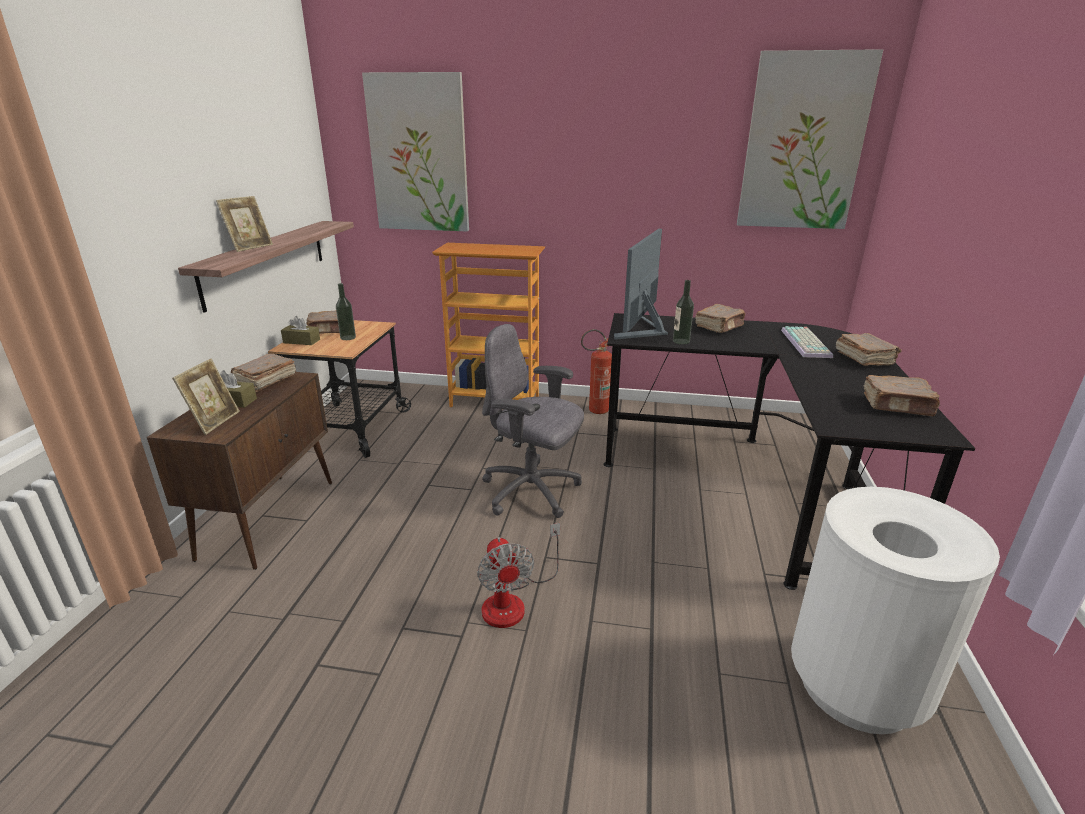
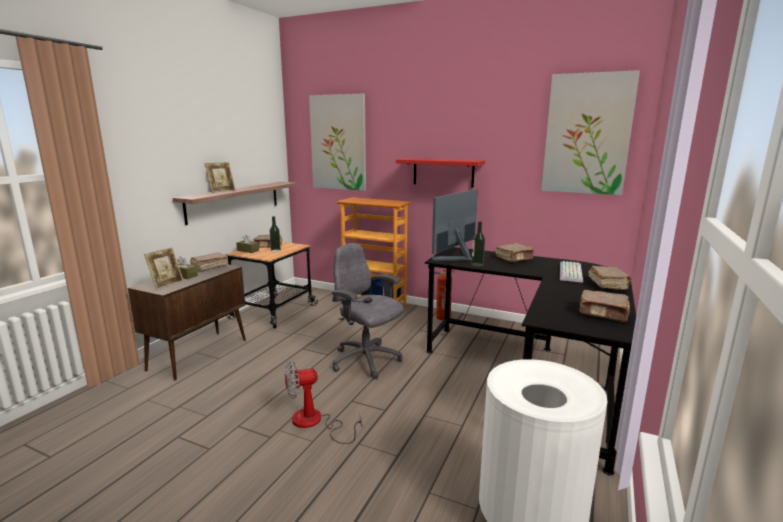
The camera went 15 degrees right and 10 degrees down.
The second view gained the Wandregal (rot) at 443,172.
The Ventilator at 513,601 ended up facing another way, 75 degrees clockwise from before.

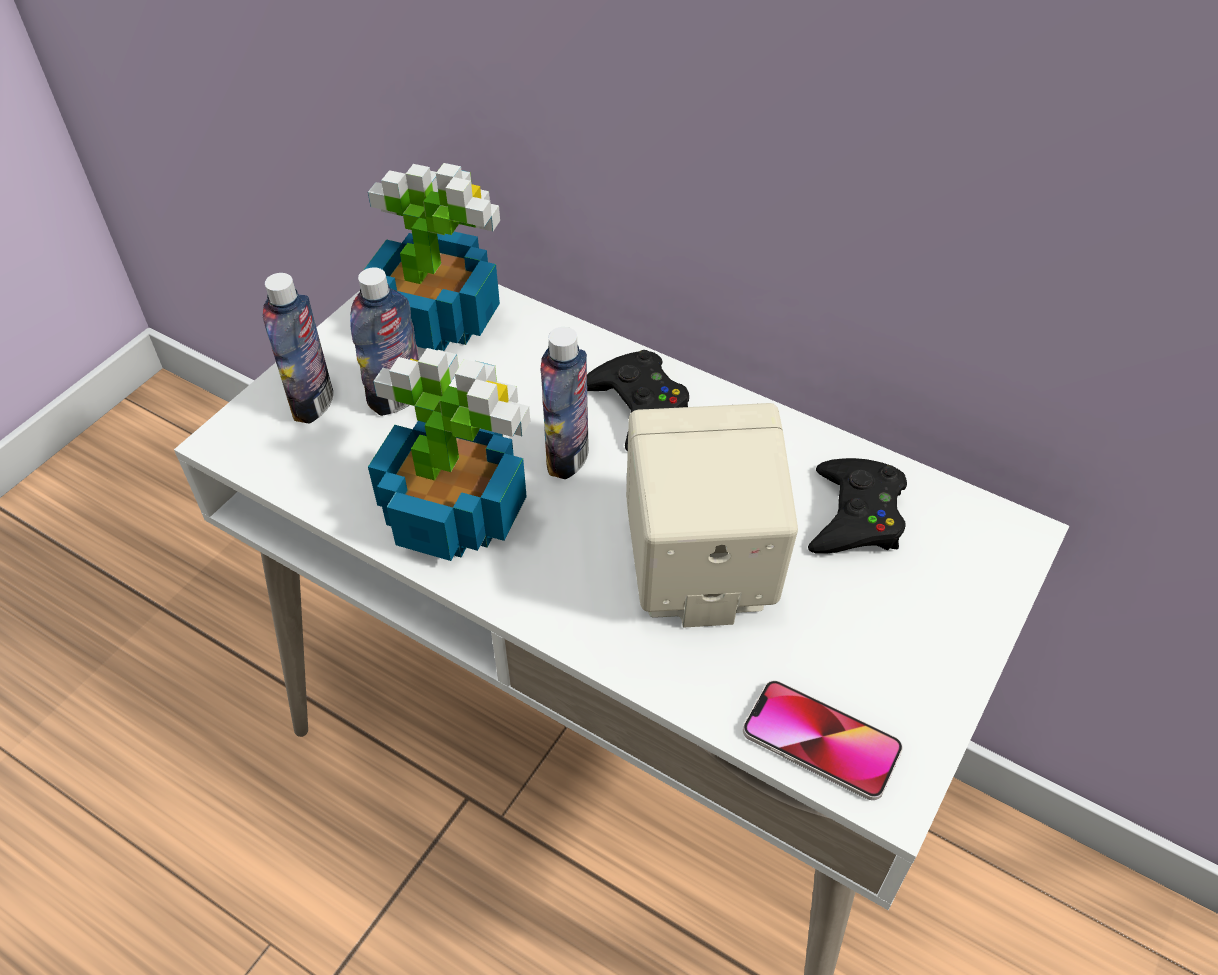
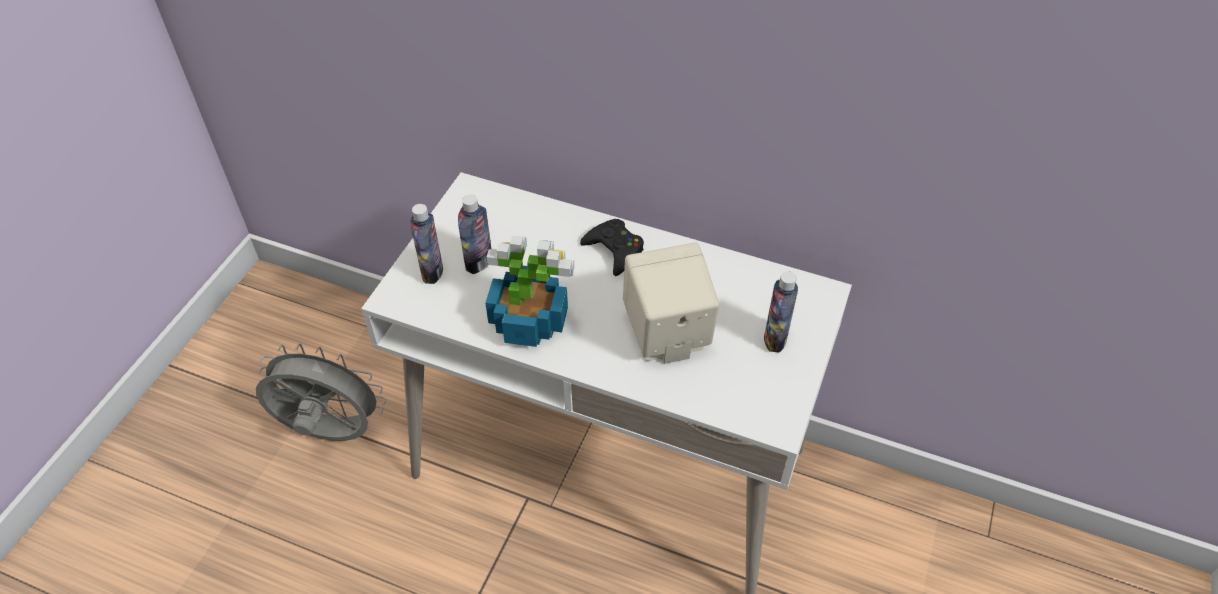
The camera went 10 degrees left and 0 degrees up.
The second view lost the Topfpflanze at 436,317.
The second view lost the Handy at 821,741.
The second view lost the Gamepad (schwarz) at 855,516.
The second view gained the Ventilator (grau) at 329,433.
The Flasche ended up elsewhere, having gone from 567,457 to 775,339.

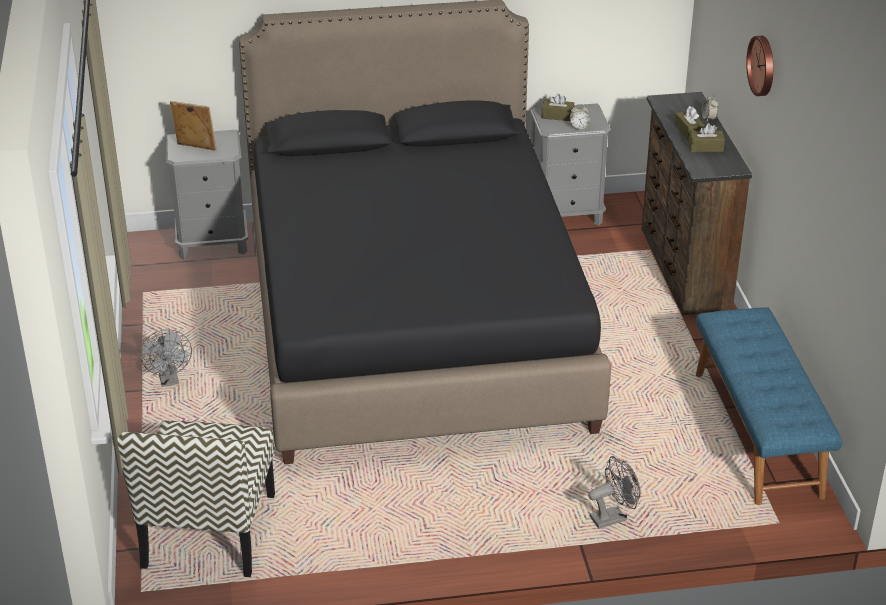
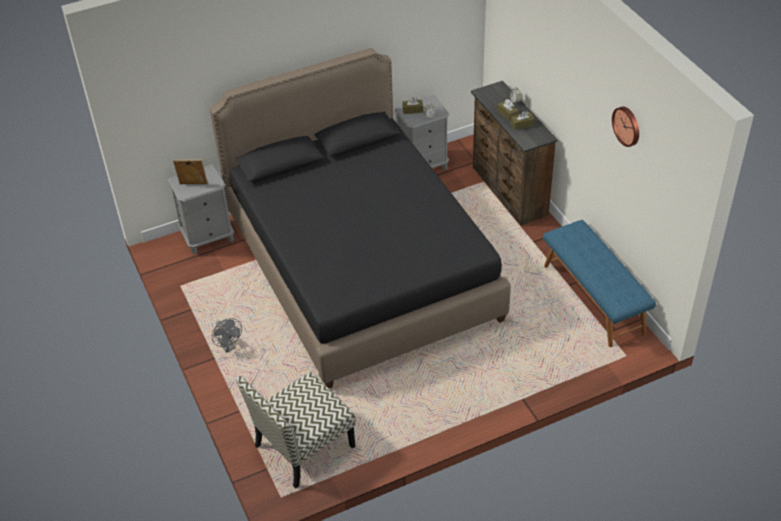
The camera went 15 degrees left and 10 degrees up.
The second view lost the Ventilator (grau) at 613,517.
The Wanduhr ended up elsewhere, having gone from 763,65 to 627,126.
The Stuhl at 209,533 ended up facing another way, 60 degrees clockwise from before.

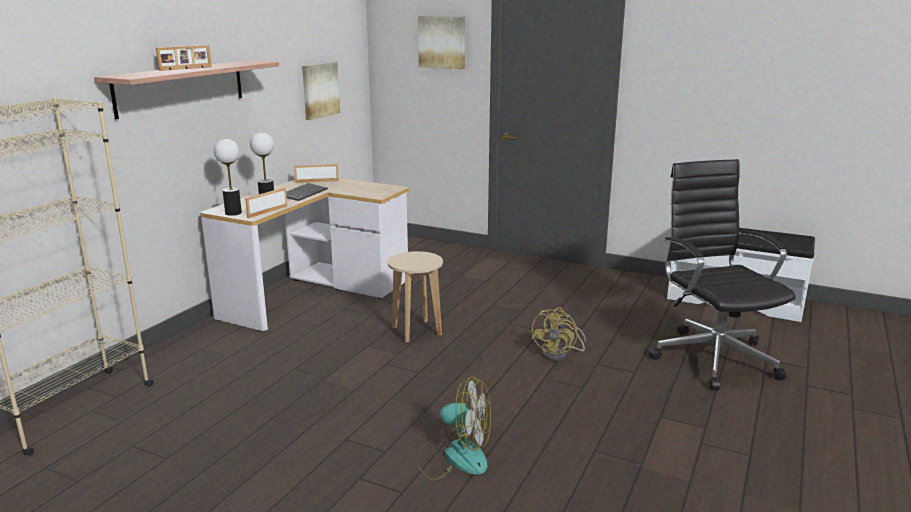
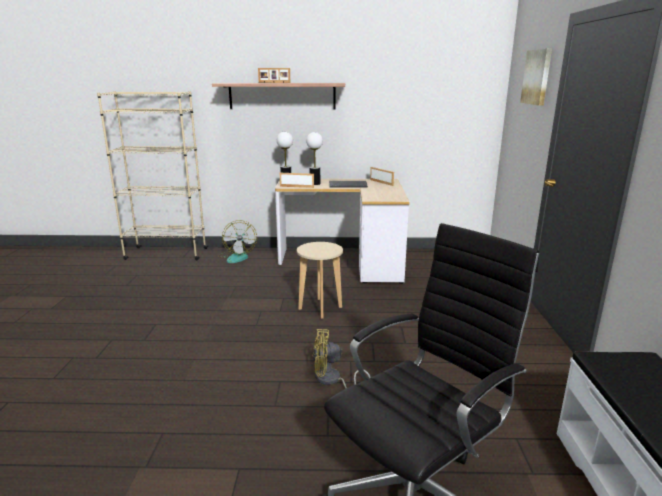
The camera went 65 degrees right and 0 degrees up.
The second view lost the Bild at 320,90.
The Ventilator ended up elsewhere, having gone from 454,456 to 237,256.

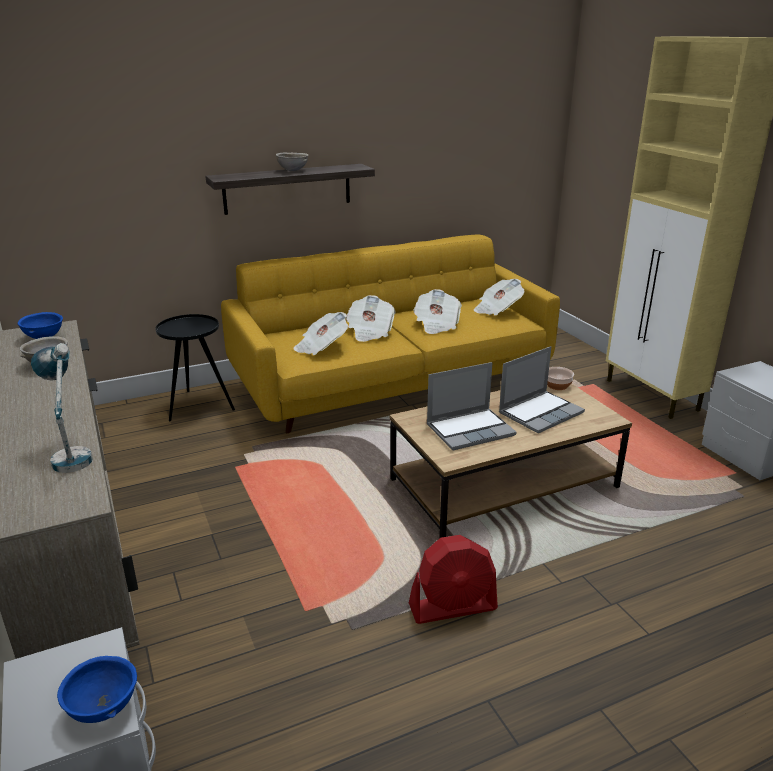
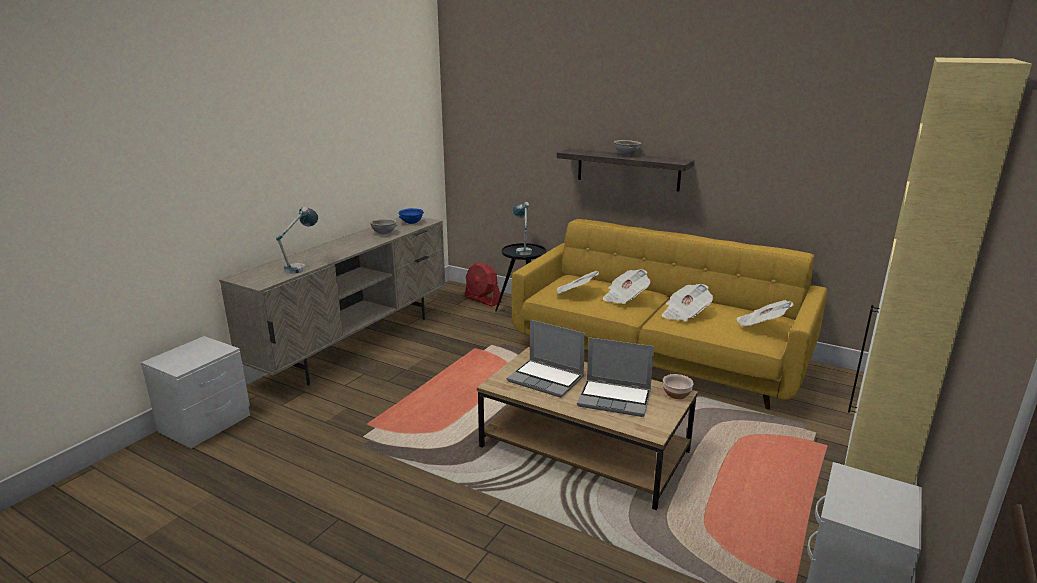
The camera went 55 degrees right and 5 degrees down.
The second view lost the Schüssel (blau) at 104,707.
The second view gained the Tischlampe at 522,250.
The Ventilator (rot) ended up elsewhere, having gone from 453,607 to 483,300.

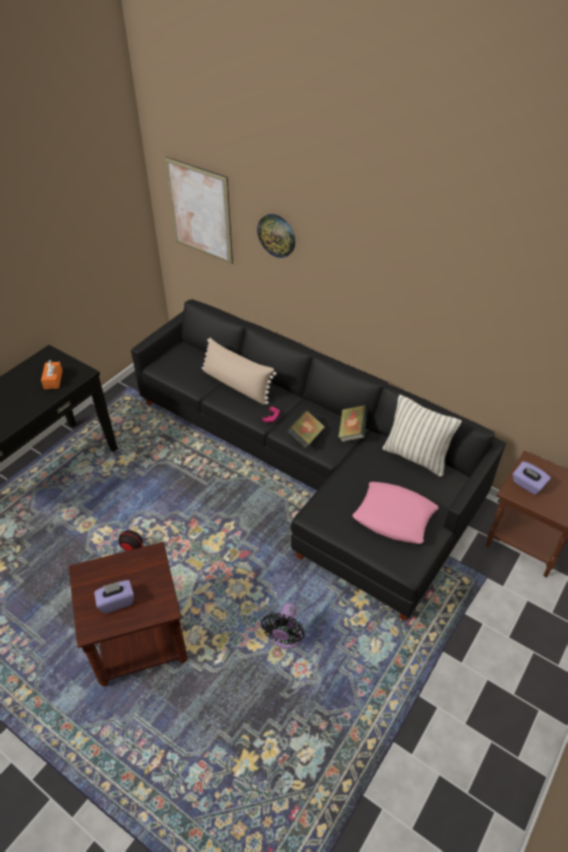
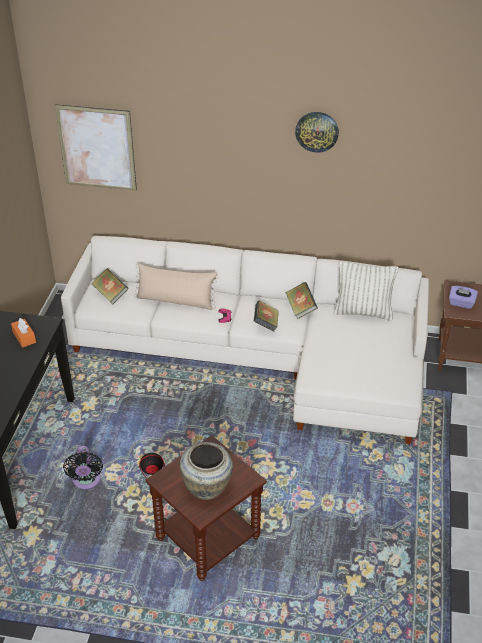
The camera went 25 degrees left and 5 degrees down.
The second view lost the Kissen (rosa) at 394,516.
The second view gained the Buch at 110,294.
The Wanduhr ended up elsewhere, having gone from 277,235 to 317,131.
The Ventilator (schwarz) ended up elsewhere, having gone from 285,638 to 86,481.
Where the Taschentuchbox (lila) stood at 116,601, the Vase (beige) came to stand at 207,489.
What was the Sofa (schwarz) at 312,466 turned into the Sofa (weiß) at 264,356.

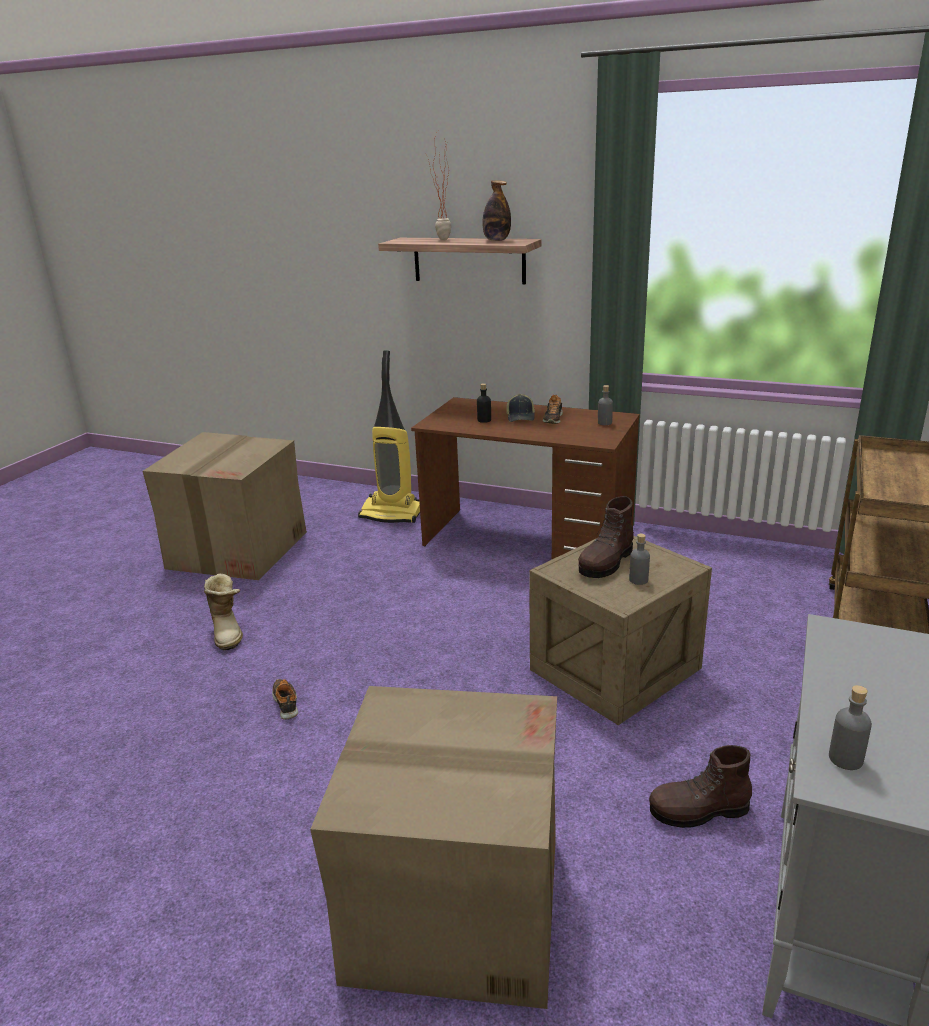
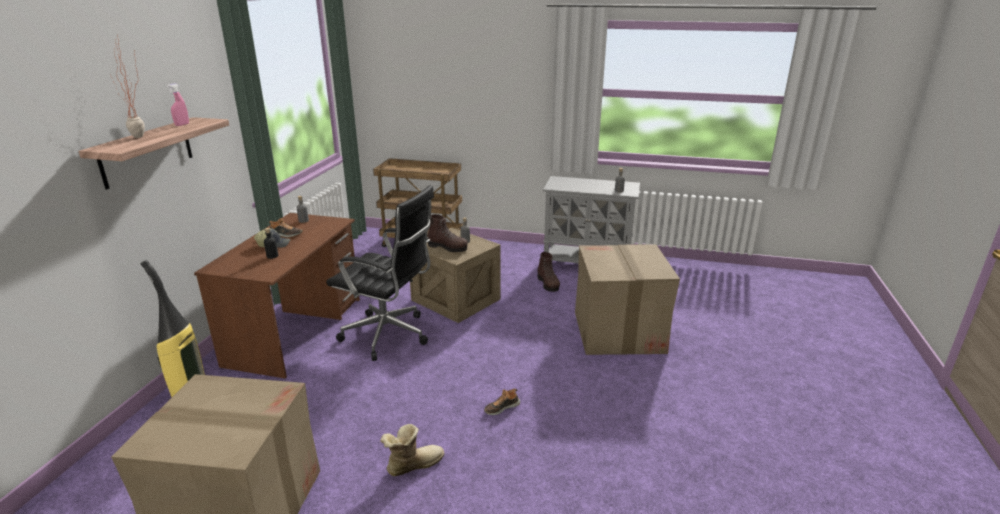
The camera went 100 degrees left and 0 degrees up.
The second view gained the Bürostuhl (schwarz) at 390,336.
Where the Flasche stood at 496,240, the Sprühflasche (rosa) came to stand at 182,125.

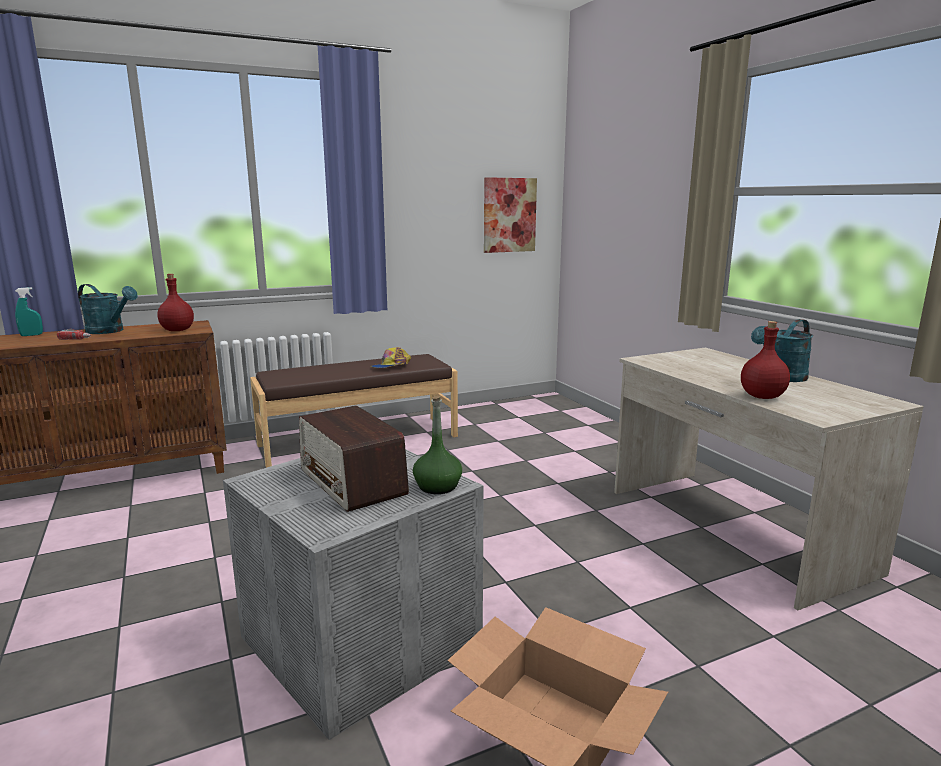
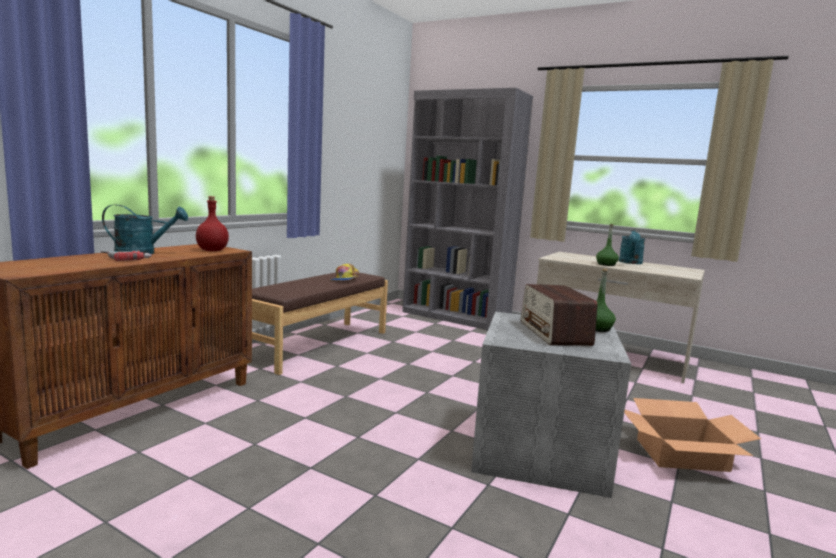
The camera went 35 degrees left and 5 degrees down.
The second view lost the Sprühflasche (türkis) at 31,335.
The second view lost the Bild at 509,215.
The second view lost the Flasche (rot) at 762,397.
The second view gained the Bücherregal (grau) at 455,317.
The second view gained the Flasche (grün) at 606,264.
The Radio at 352,482 ended up facing another way, 60 degrees clockwise from before.

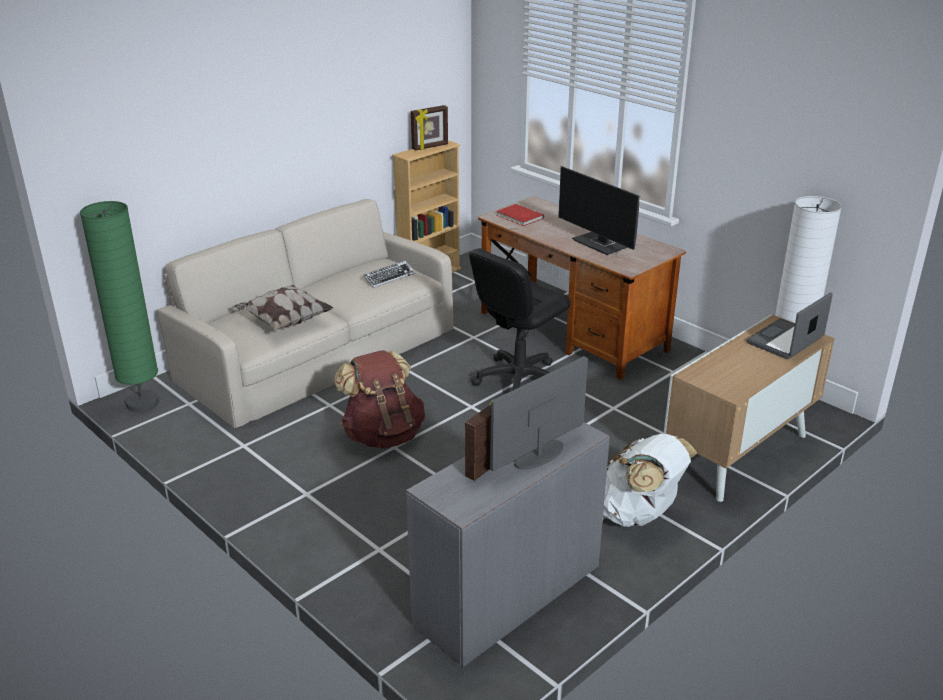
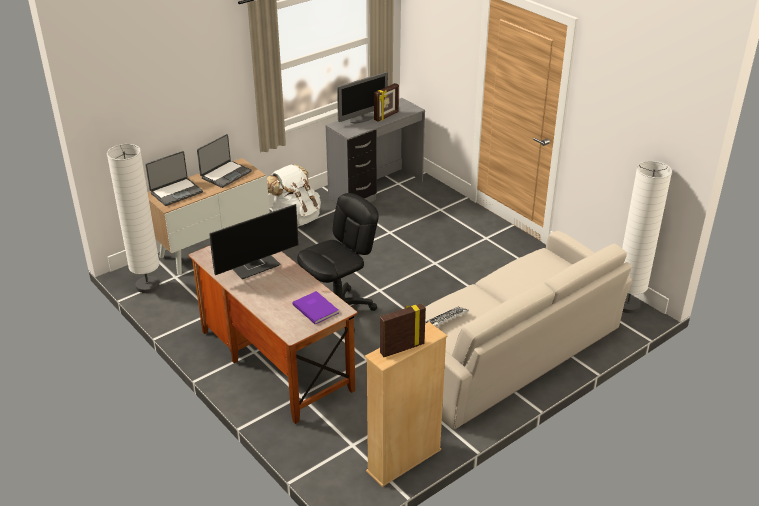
The camera went 175 degrees left and 5 degrees up.
The second view lost the Kissen at 285,321.
The second view lost the Rucksack (braun) at 383,435.
The second view gained the Laptop at 225,174.
What was the Stehlampe (grün) at 142,403 turned into the Stehlampe (weiß) at 627,306.
What was the Buch (rot) at 519,217 turned into the Buch (lila) at 316,308.
The Monitor at 601,244 ended up facing another way, 90 degrees clockwise from before.

